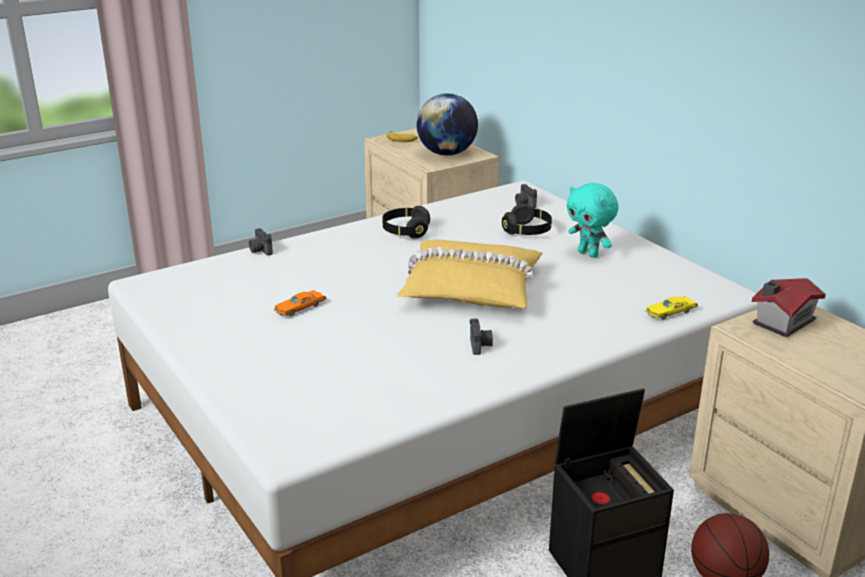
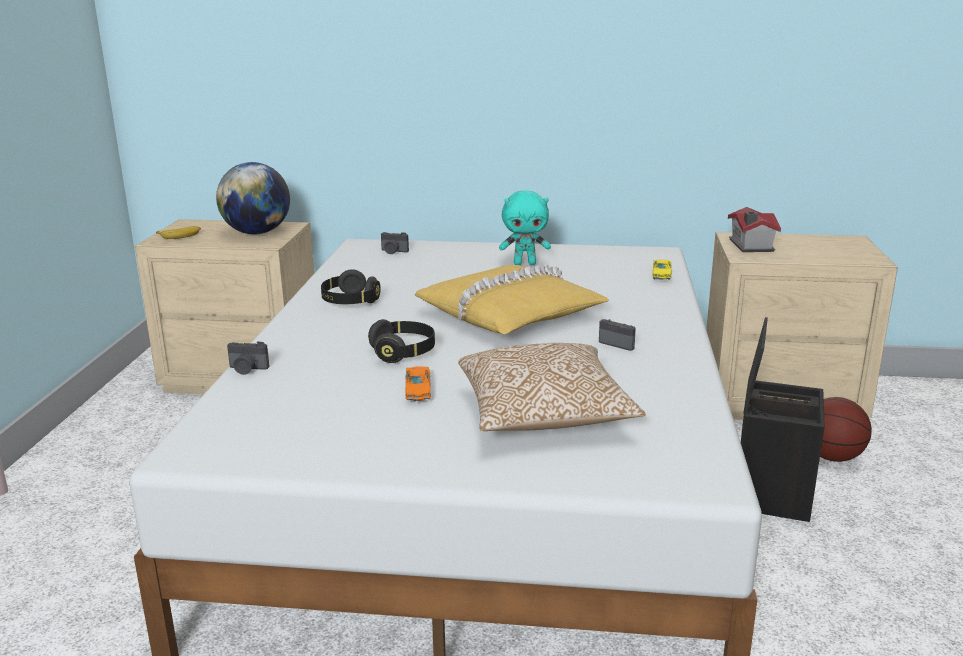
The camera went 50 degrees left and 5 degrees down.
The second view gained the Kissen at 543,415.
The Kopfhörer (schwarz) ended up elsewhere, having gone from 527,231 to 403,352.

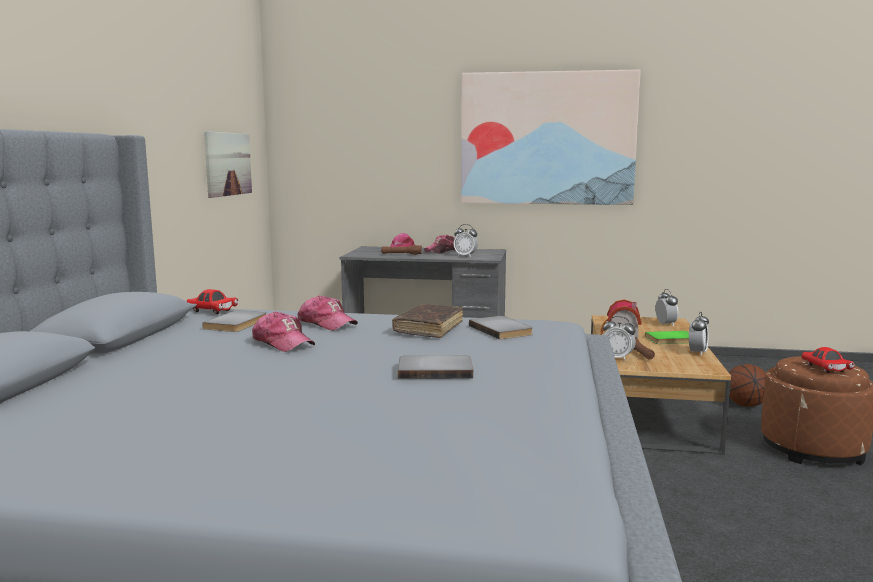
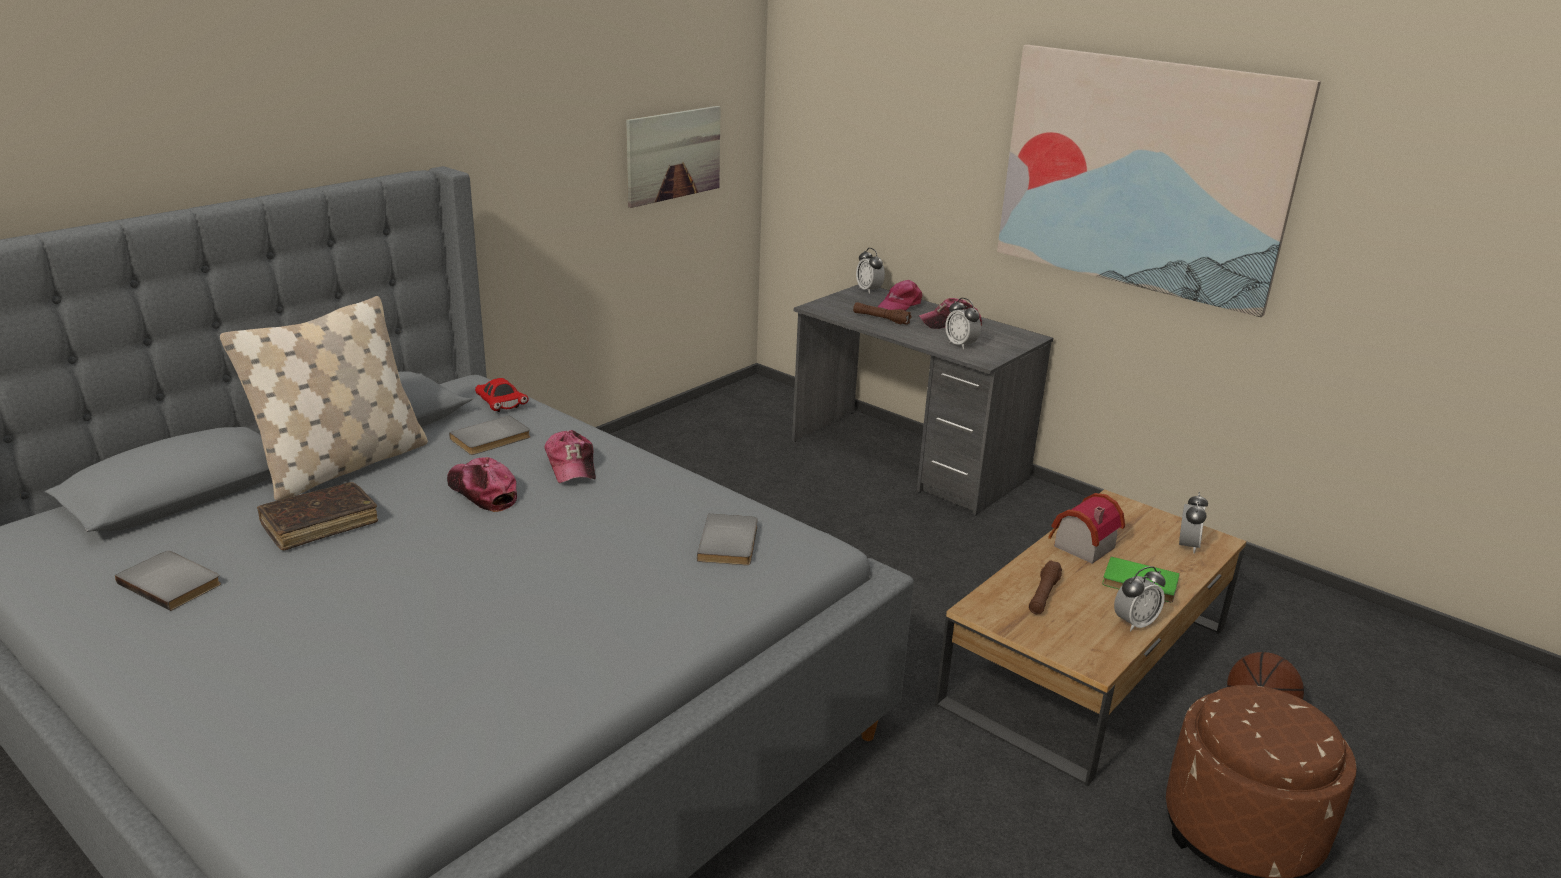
The camera went 30 degrees right and 15 degrees up.
The second view lost the Spielzeugauto (rot) at 825,368.
The second view gained the Kissen (beige) at 343,465.
The Buch (braun) ended up elsewhere, having gone from 429,328 to 320,524.
The Buch (grau) ended up elsewhere, having gone from 435,370 to 173,582.
The Wecker ended up elsewhere, having gone from 617,358 to 869,290.
The Kappe at 282,343 ended up facing another way, 150 degrees clockwise from before.

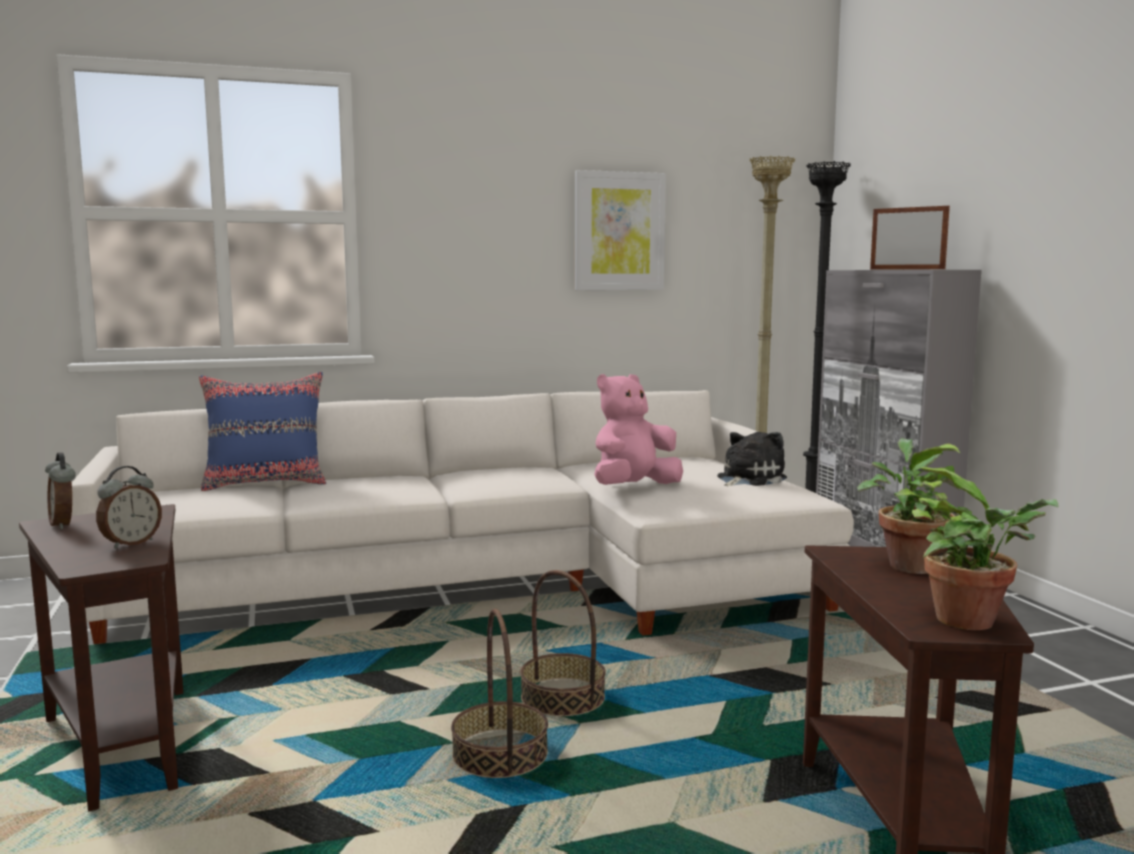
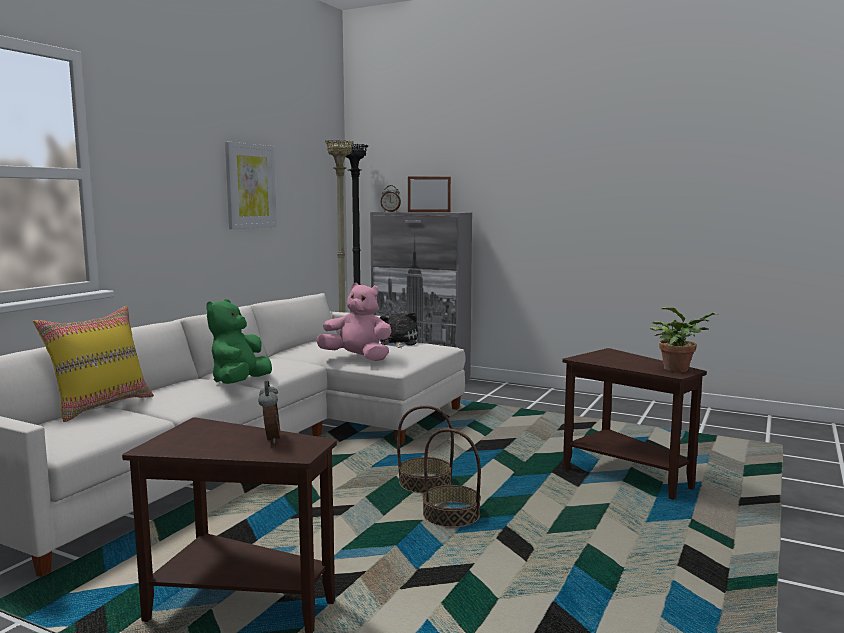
The camera went 45 degrees left and 0 degrees up.
The second view lost the Topfpflanze at 908,564.
The second view gained the Plüschtier (grün) at 239,383.
The Wecker ended up elsewhere, having gone from 64,525 to 390,211.
What was the Kissen (blau) at 266,483 turned into the Kissen (gelb) at 101,406.
The Plüschtier (rosa) at 633,488 ended up facing another way, 105 degrees clockwise from before.

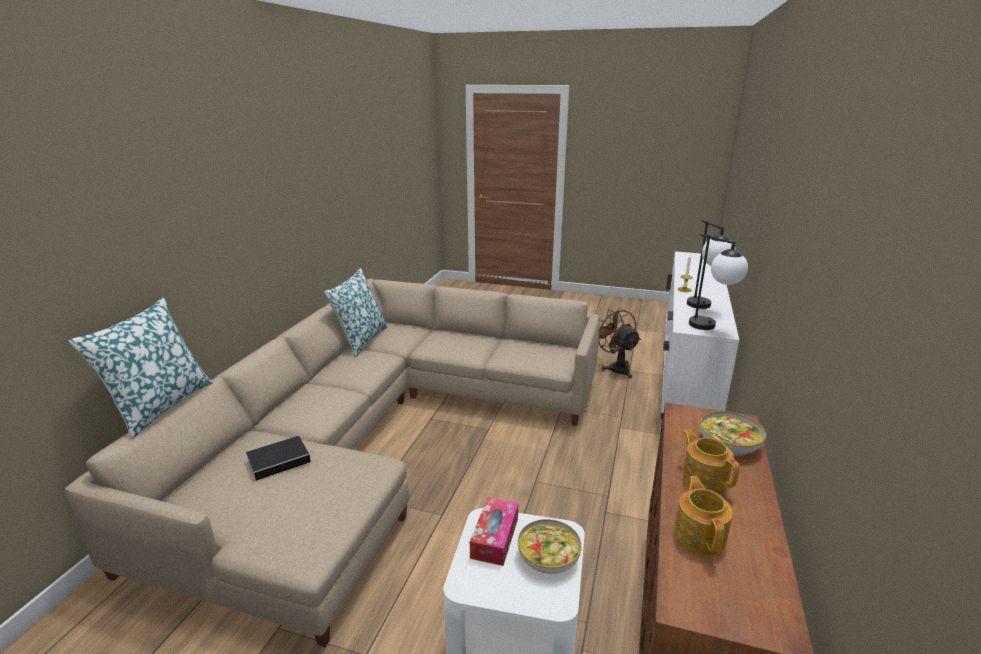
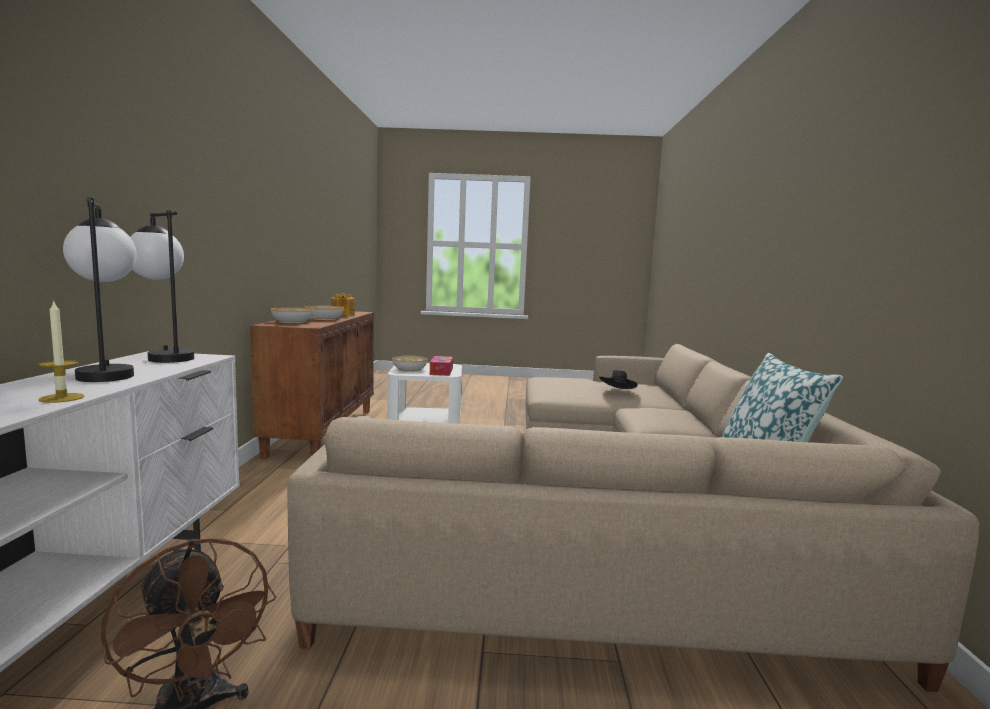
The camera went 165 degrees right and 15 degrees down.
The second view lost the Kissen at 160,406.
Where the Buch stood at 281,460, the Hut (schwarz) came to stand at 617,391.
Where the Teekanne stood at 704,478, the Schüssel came to stand at 324,318.

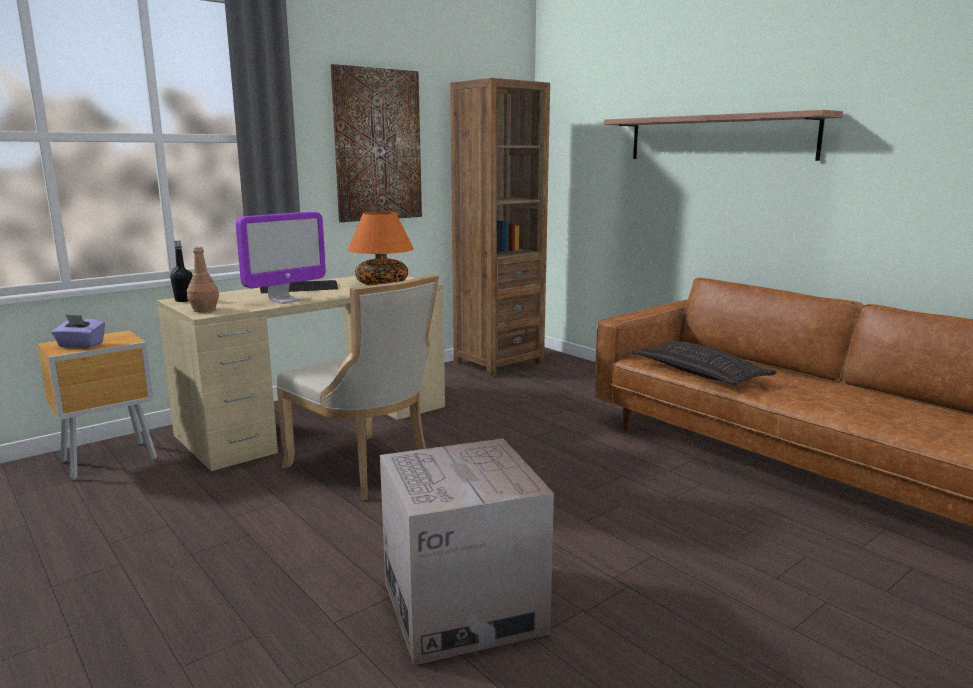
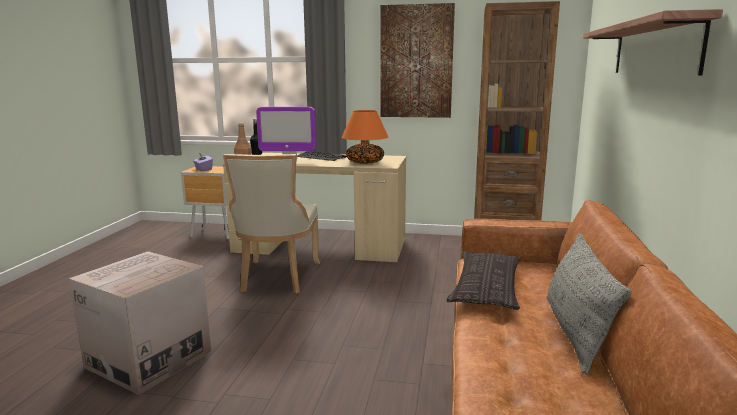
The camera went 50 degrees right and 0 degrees up.
The second view gained the Kissen (grau) at 575,332.

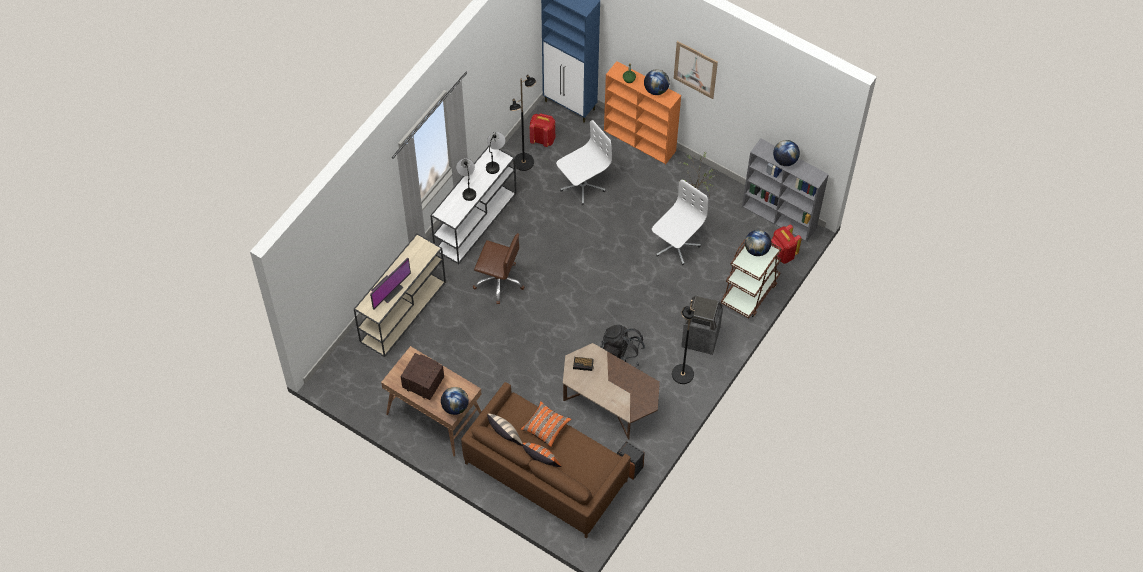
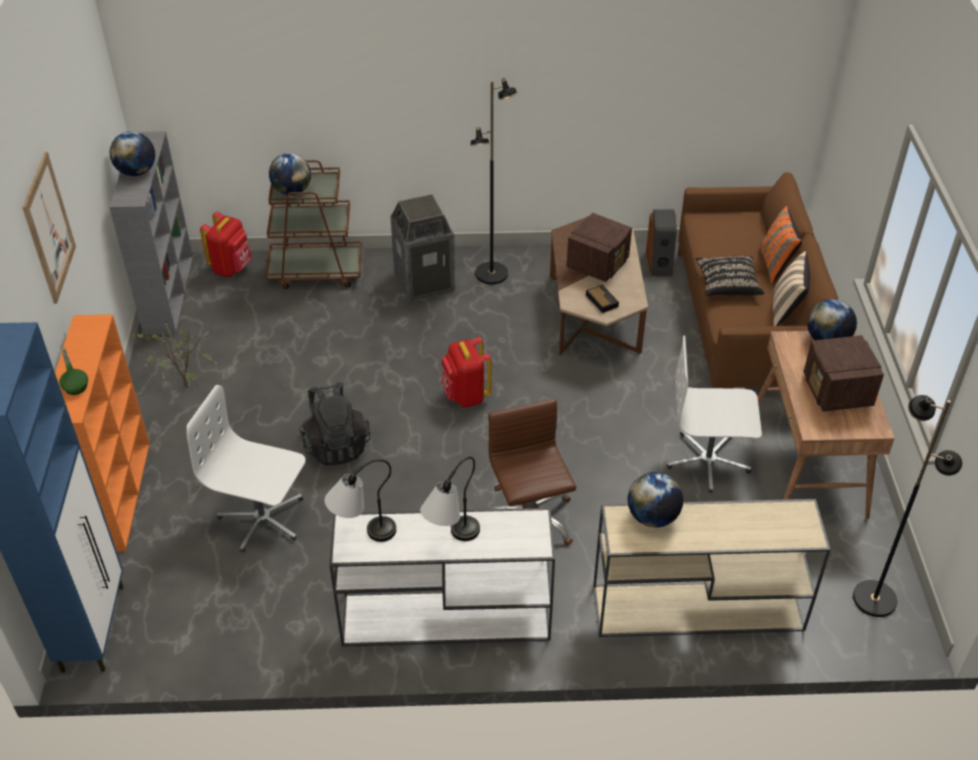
The camera went 125 degrees left and 15 degrees down.
The second view lost the Monitor at 388,289.
The second view gained the Radio at 598,264.
The Stehlampe (schwarz) ended up elsewhere, having gone from 524,162 to 874,598.
The Rucksack (rot) ended up elsewhere, having gone from 542,139 to 465,396.
The Rucksack (schwarz) ended up elsewhere, having gone from 622,353 to 336,445.
The Globus ended up elsewhere, having gone from 656,90 to 652,517.
The Bürostuhl (weiß) ended up elsewhere, having gone from 675,245 to 708,461.
What was the Kissen (orange) at 546,427 turned into the Kissen (schwarz) at 727,285.

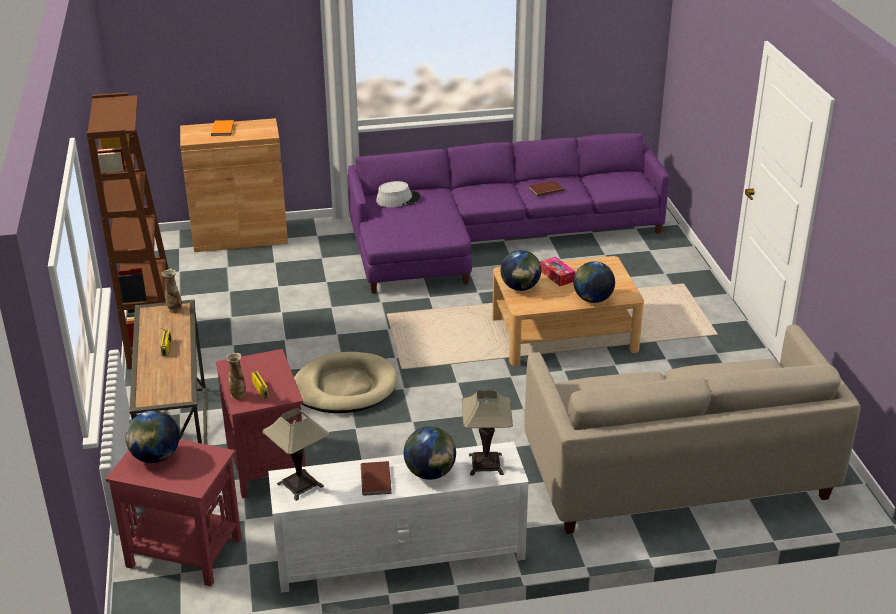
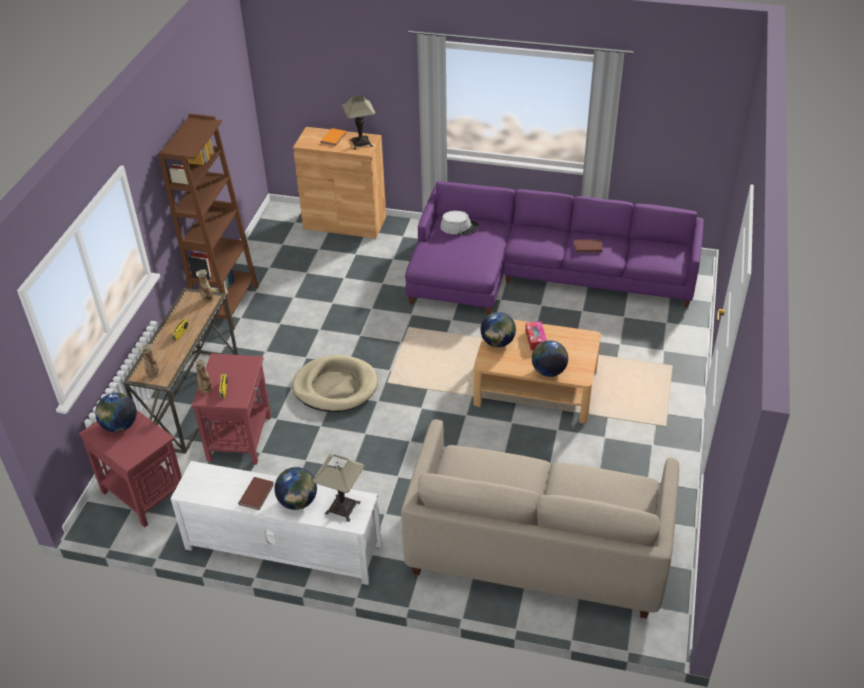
The camera went 25 degrees right and 10 degrees up.
The second view gained the Vase at 153,375.
The Tischlampe ended up elsewhere, having gone from 300,485 to 361,143.

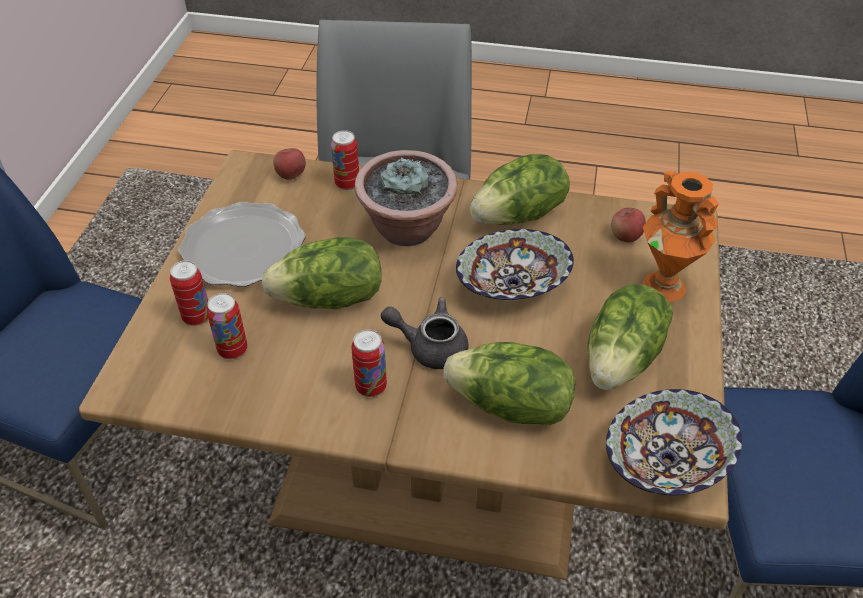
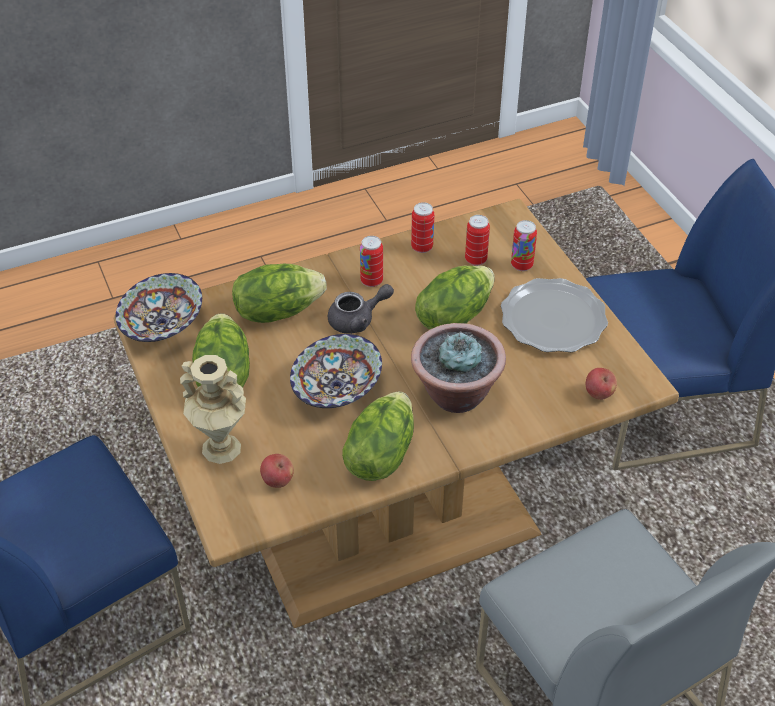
The camera went 145 degrees right and 0 degrees up.
The Dose ended up elsewhere, having gone from 347,184 to 422,247.
What was the Vase (orange) at 665,286 turned into the Vase (beige) at 220,449.

